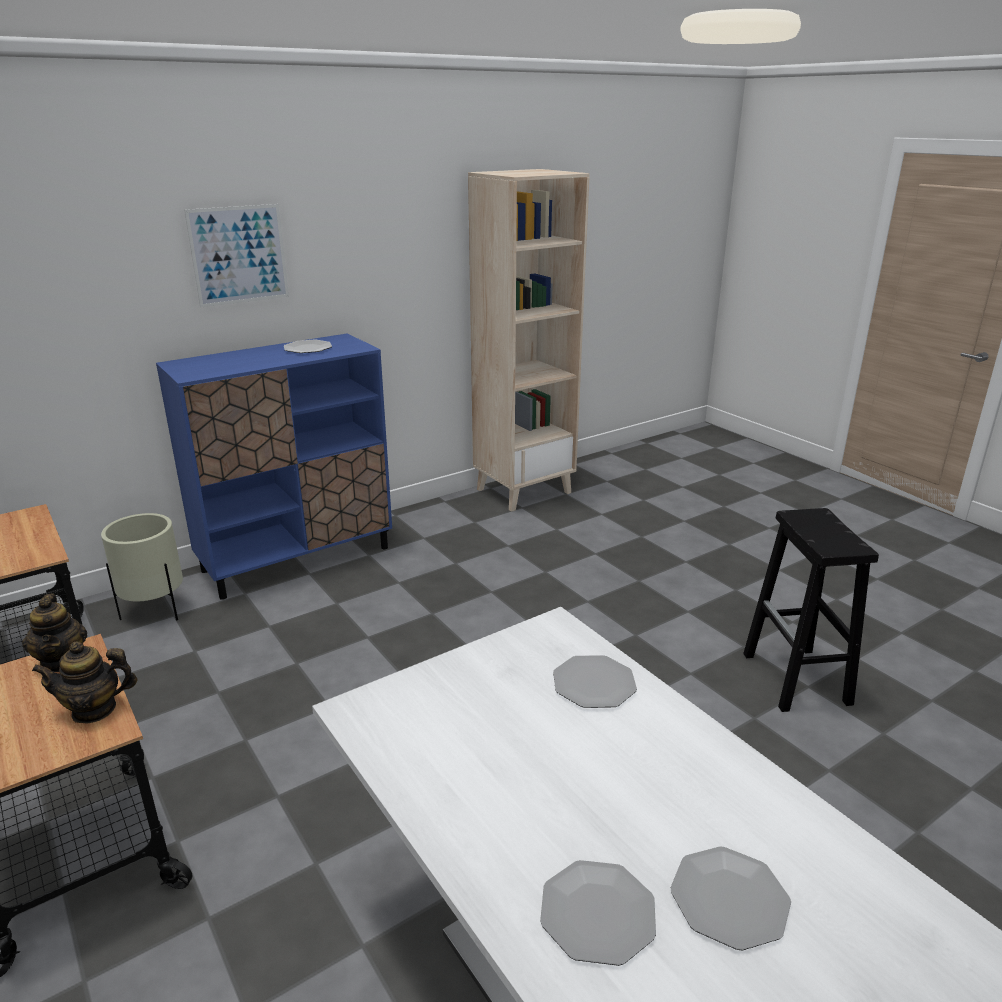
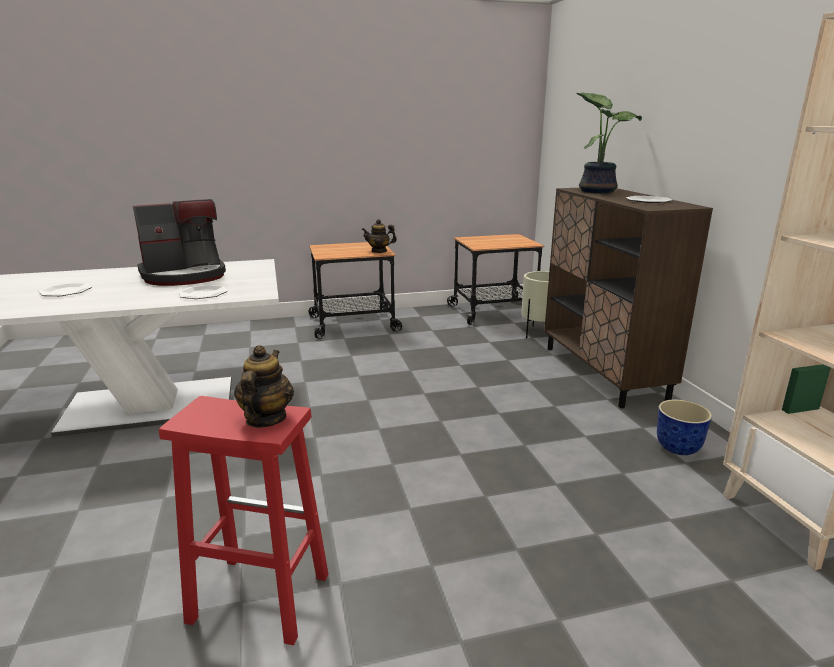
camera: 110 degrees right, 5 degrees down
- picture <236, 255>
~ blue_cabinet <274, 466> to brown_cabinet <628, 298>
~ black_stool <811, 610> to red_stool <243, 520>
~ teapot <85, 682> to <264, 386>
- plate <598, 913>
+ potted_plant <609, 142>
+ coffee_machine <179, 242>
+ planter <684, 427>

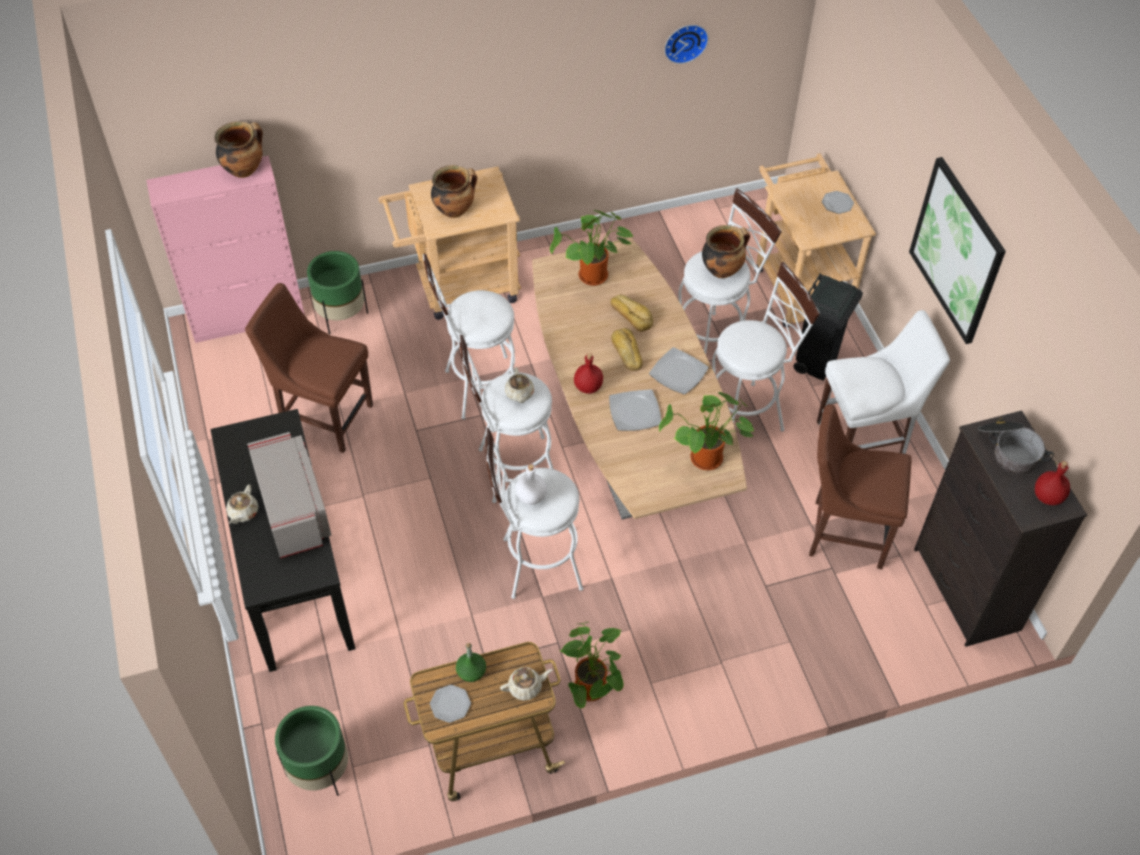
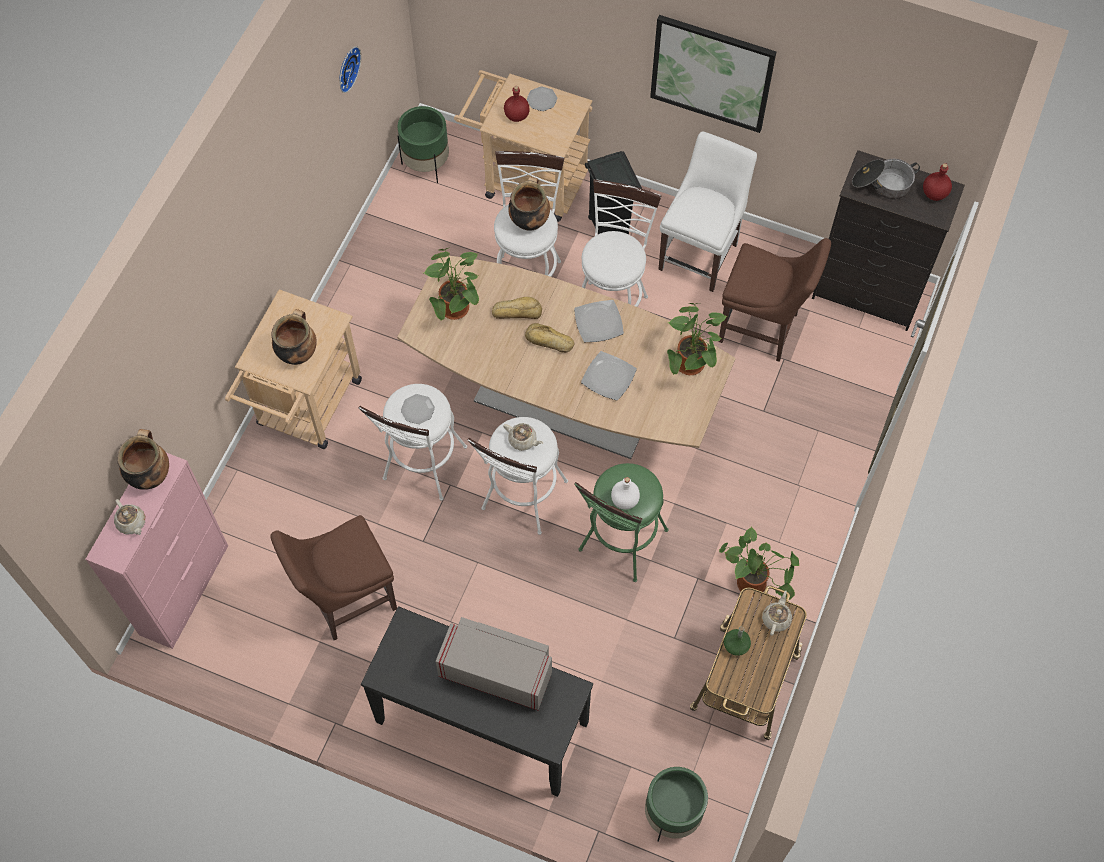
camera: 50 degrees left, 10 degrees up
~ green_planter <337, 293> to <423, 144>
~ red_bottle <588, 373> to <517, 104>
~ brown_chair <860, 486> = <774, 300> 120 degrees counterclockwise
~ white_stool <534, 513> to green_stool <621, 522>
~ beige_teapot <242, 504> to <130, 517>
~ plate <450, 704> to <418, 409>

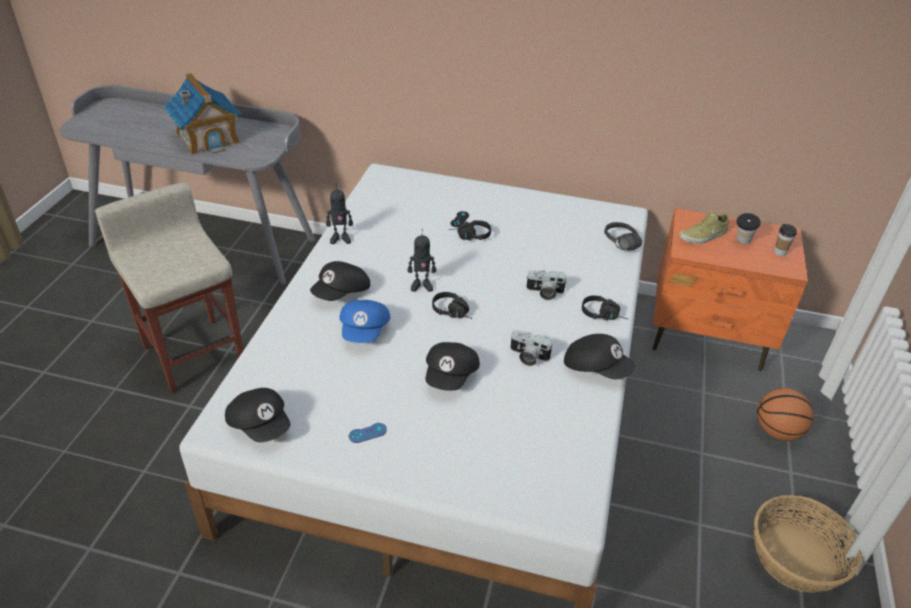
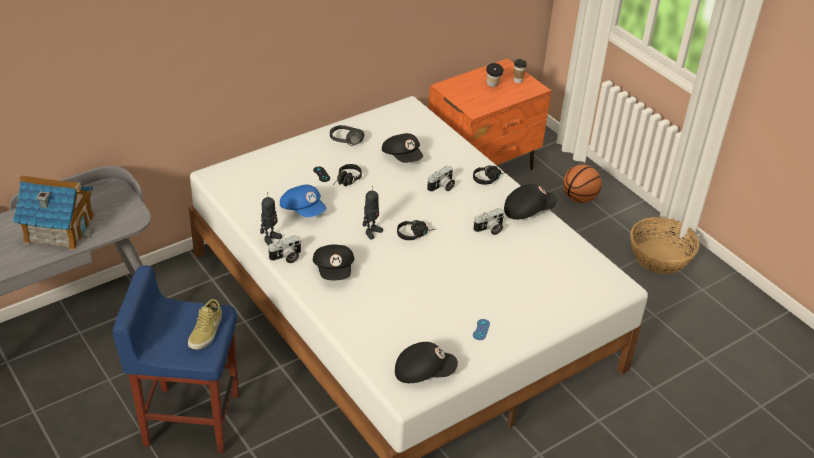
camera: 50 degrees left, 0 degrees up
~ beige_stool <169, 288> to blue_stool <176, 359>
~ beige_shoe <704, 228> to <205, 324>
~ black_headphones <623, 236> to <347, 135>
~ blue_cap <364, 321> to <303, 201>
~ black_cap <453, 366> to <402, 148>
+ photo_camera <284, 249>

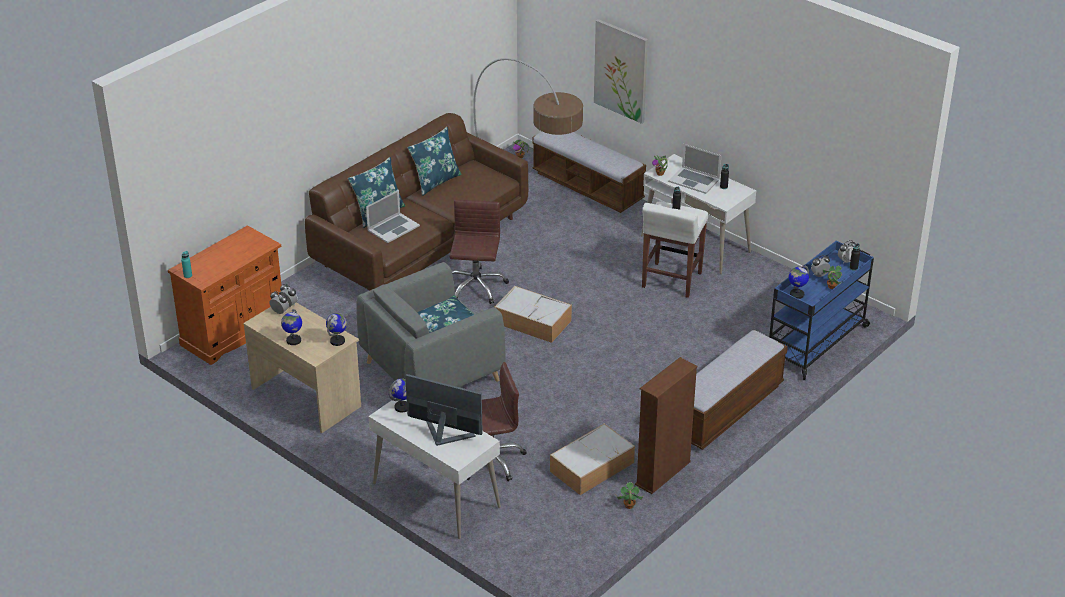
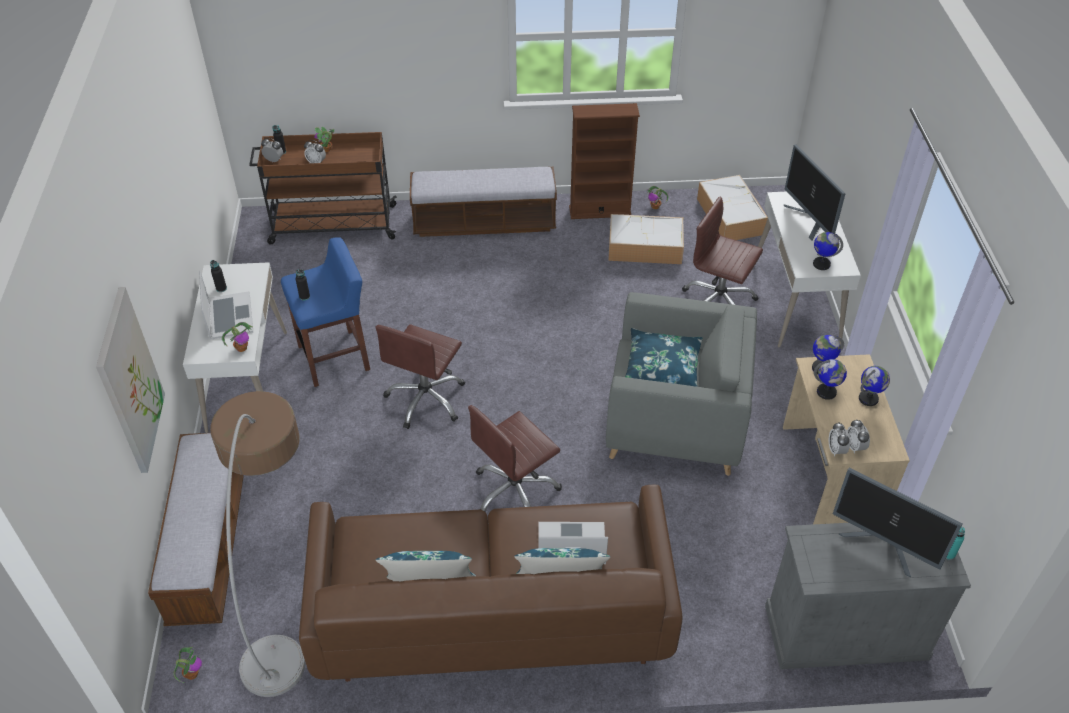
camera: 135 degrees left, 10 degrees up
~ white_stool <675, 249> to blue_stool <325, 312>
~ orange_cabinet <225, 295> to grey_cabinet <868, 596>
~ blue_cart <821, 310> to brown_cart <323, 188>
~ globe <799, 282> to <830, 379>
~ storage_box <533, 314> to <732, 207>
+ brown_office_chair <420, 376>
+ monitor <898, 522>

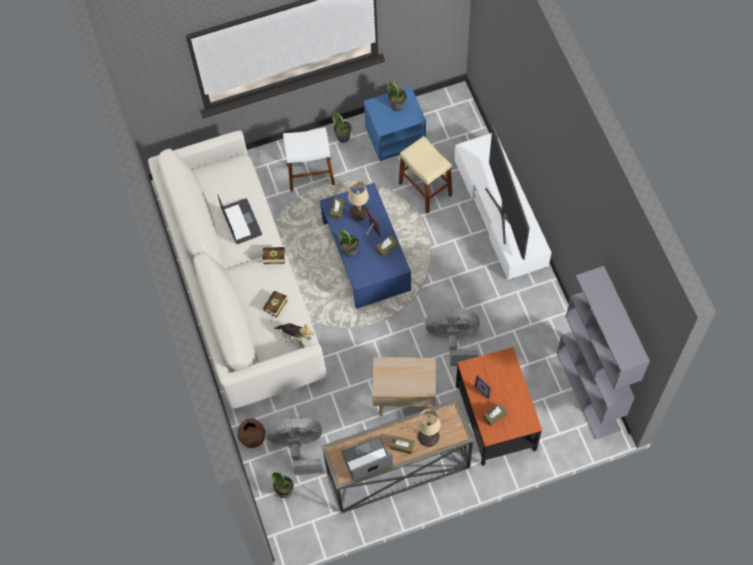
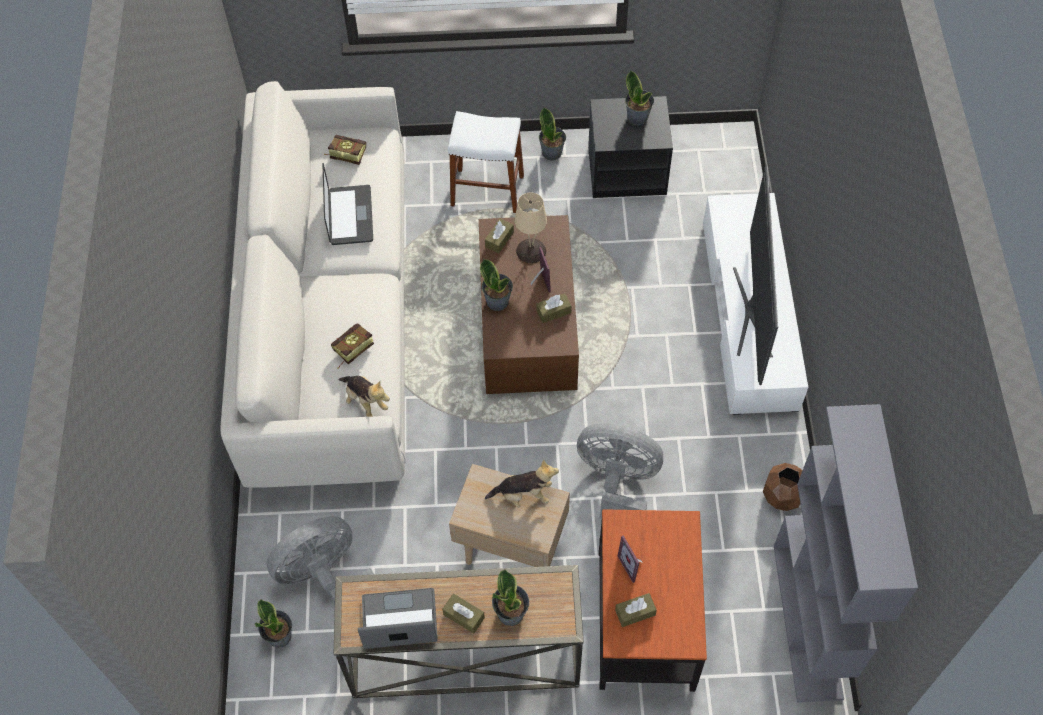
camera: 15 degrees right, 5 degrees down
~ blue_nightstand <395, 123> to black_nightstand <630, 147>
- beige_stool <425, 174>
~ blue_coffee_table <365, 246> to brown_coffee_table <529, 304>
~ book <272, 255> to <345, 150>
~ beige_table_lamp <429, 428> to potted_plant <510, 597>
~ grey_fan <294, 446> = <320, 560> 45 degrees counterclockwise
~ brown_planter <251, 433> to <782, 487>
+ plush_toy <522, 483>

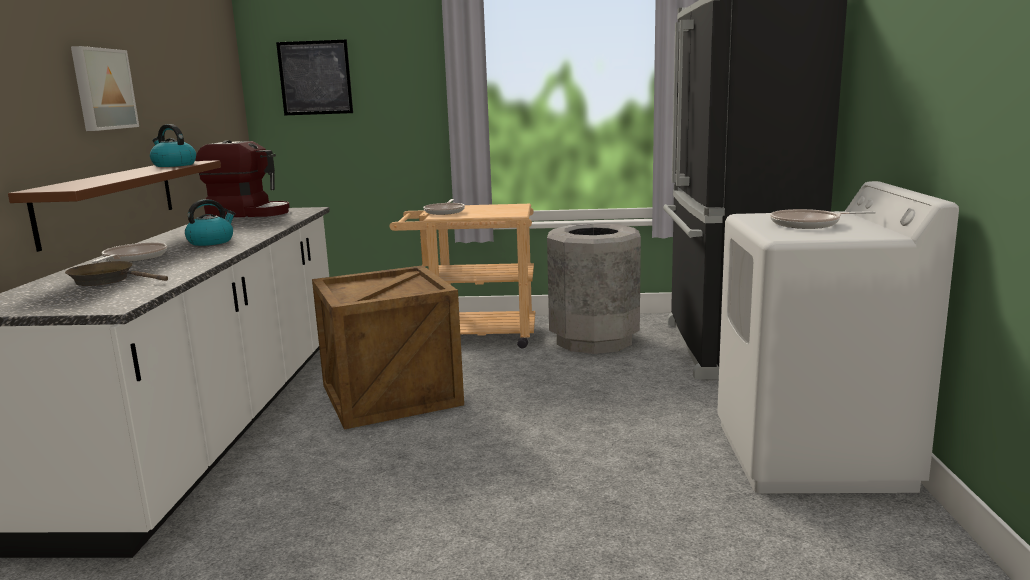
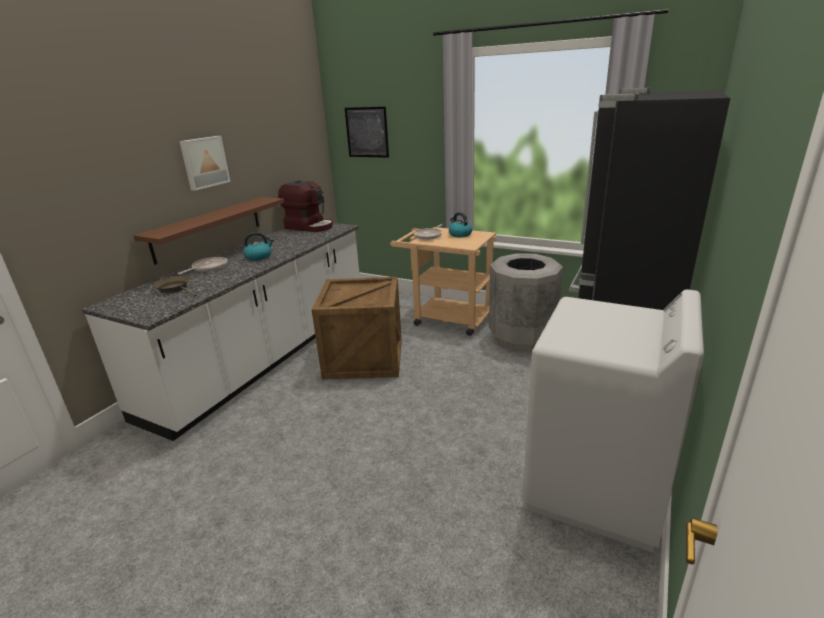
camera: 25 degrees right, 10 degrees up
~ kettle <173, 145> to <460, 224>
- frying_pan <823, 219>

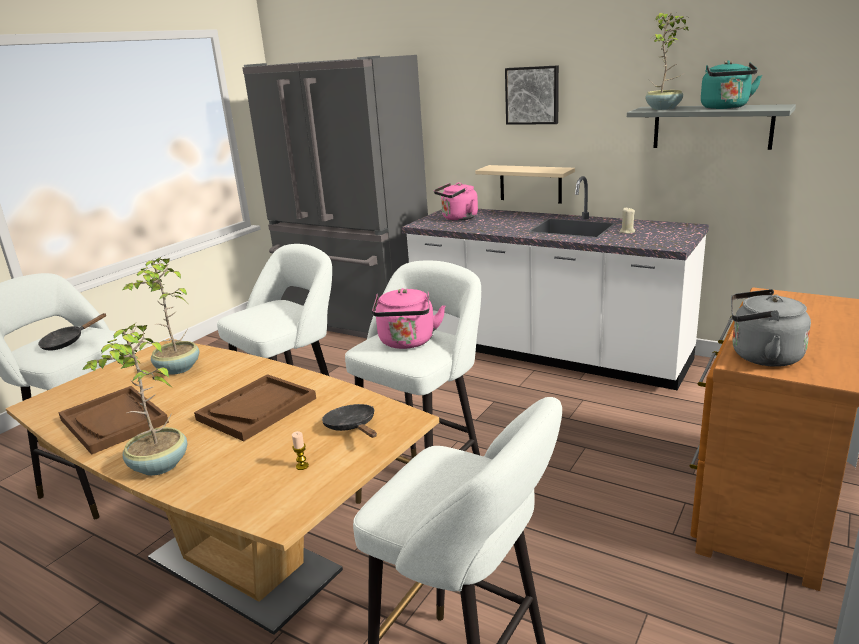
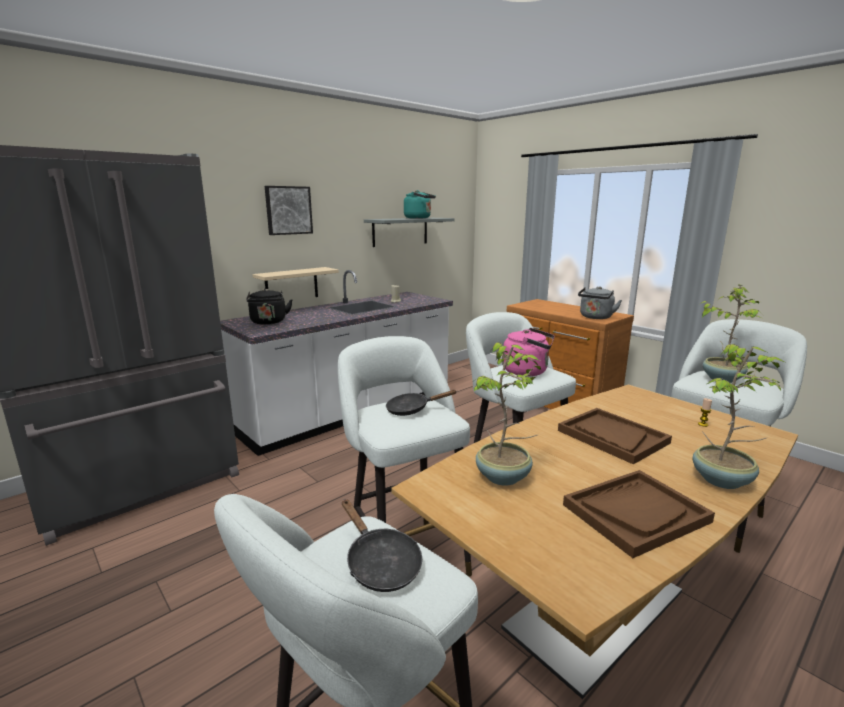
camera: 75 degrees left, 5 degrees down
~ potted_plant <667, 61> to <731, 333>
~ pink_kettle <456, 202> to black_kettle <269, 306>
~ black_frying_pan <349, 421> to <421, 403>

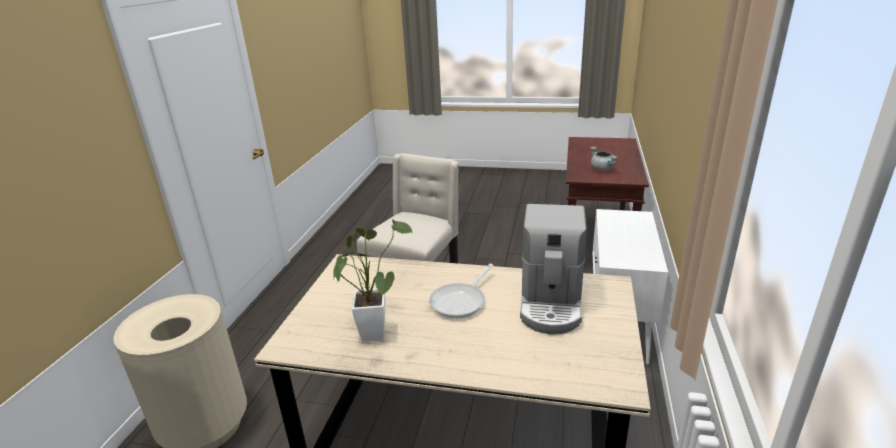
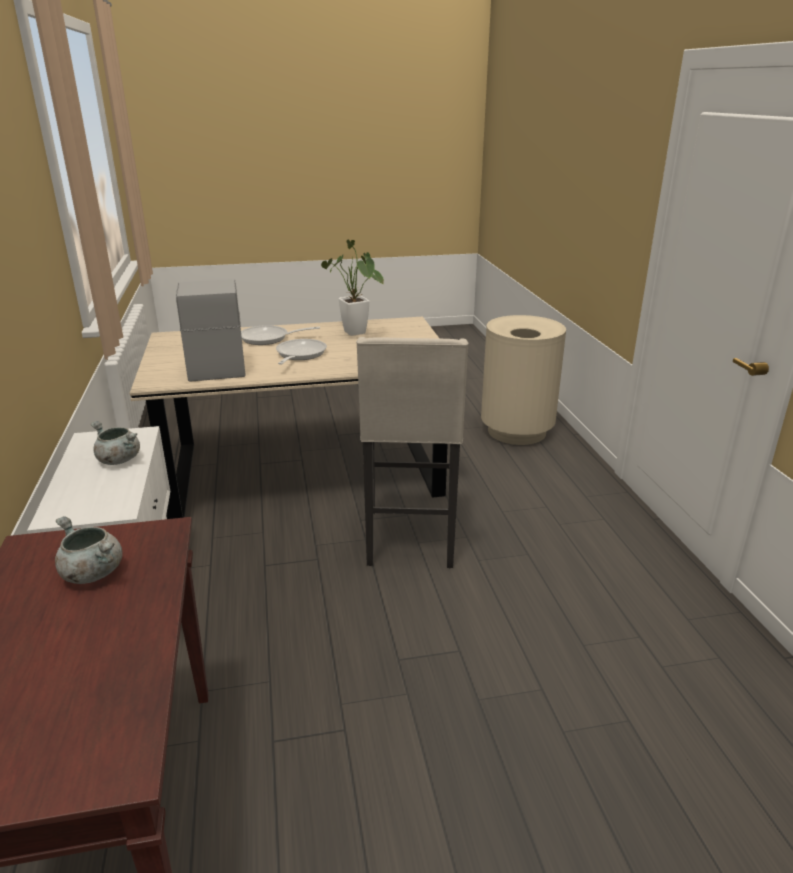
camera: 155 degrees right, 0 degrees up
+ frying_pan <280, 335>
+ grey_cooking_pot <115, 443>

